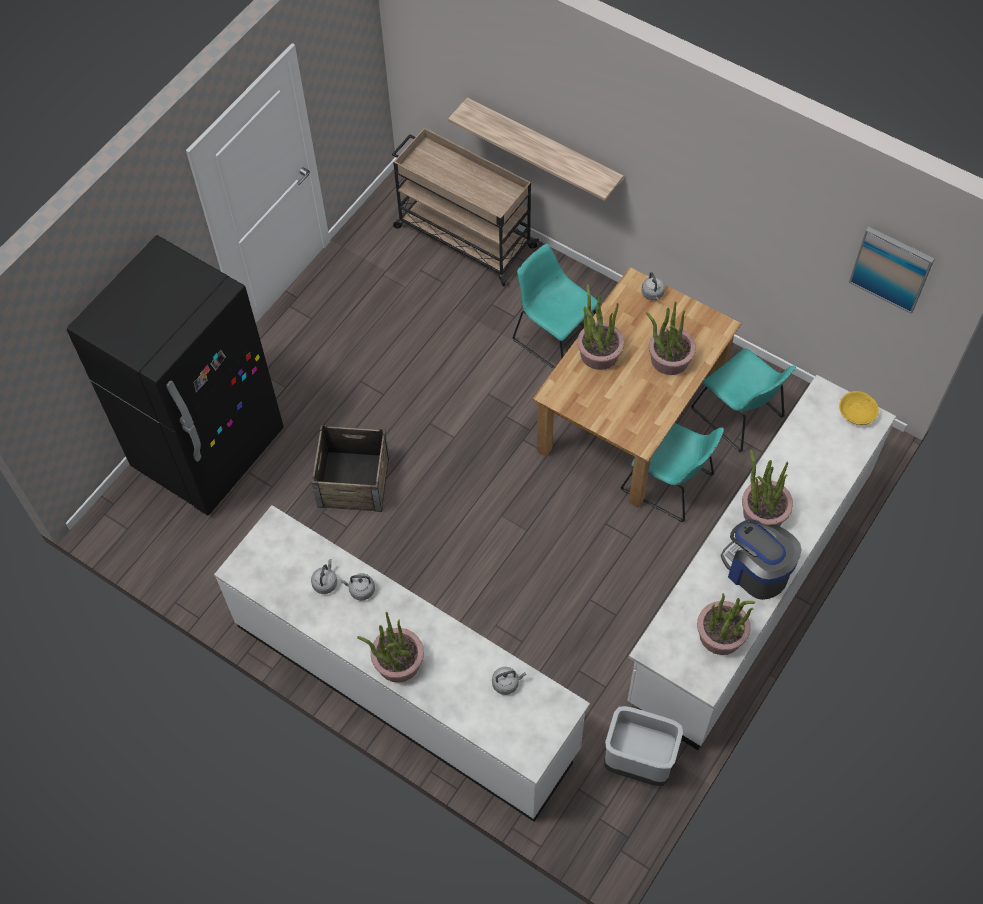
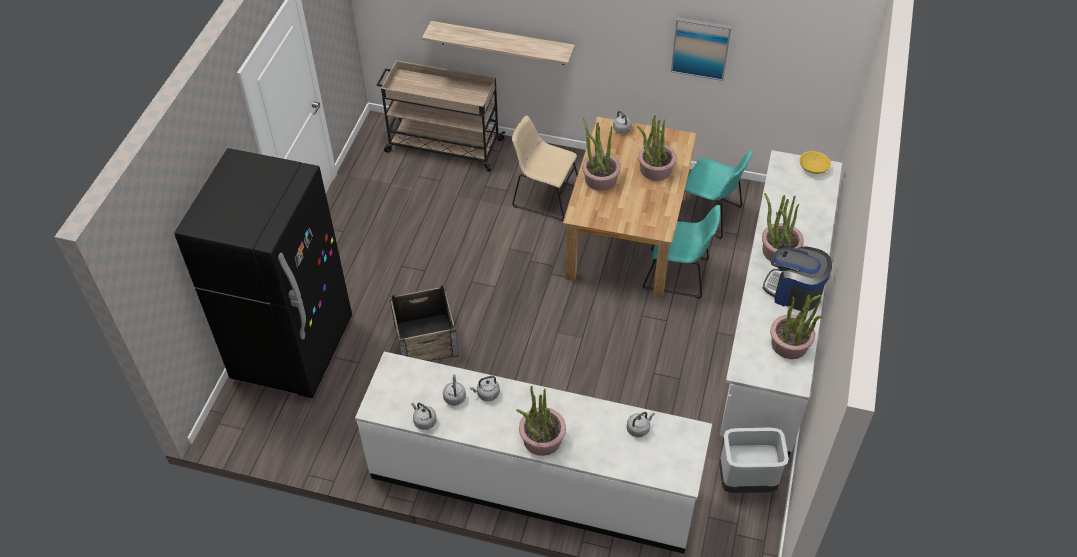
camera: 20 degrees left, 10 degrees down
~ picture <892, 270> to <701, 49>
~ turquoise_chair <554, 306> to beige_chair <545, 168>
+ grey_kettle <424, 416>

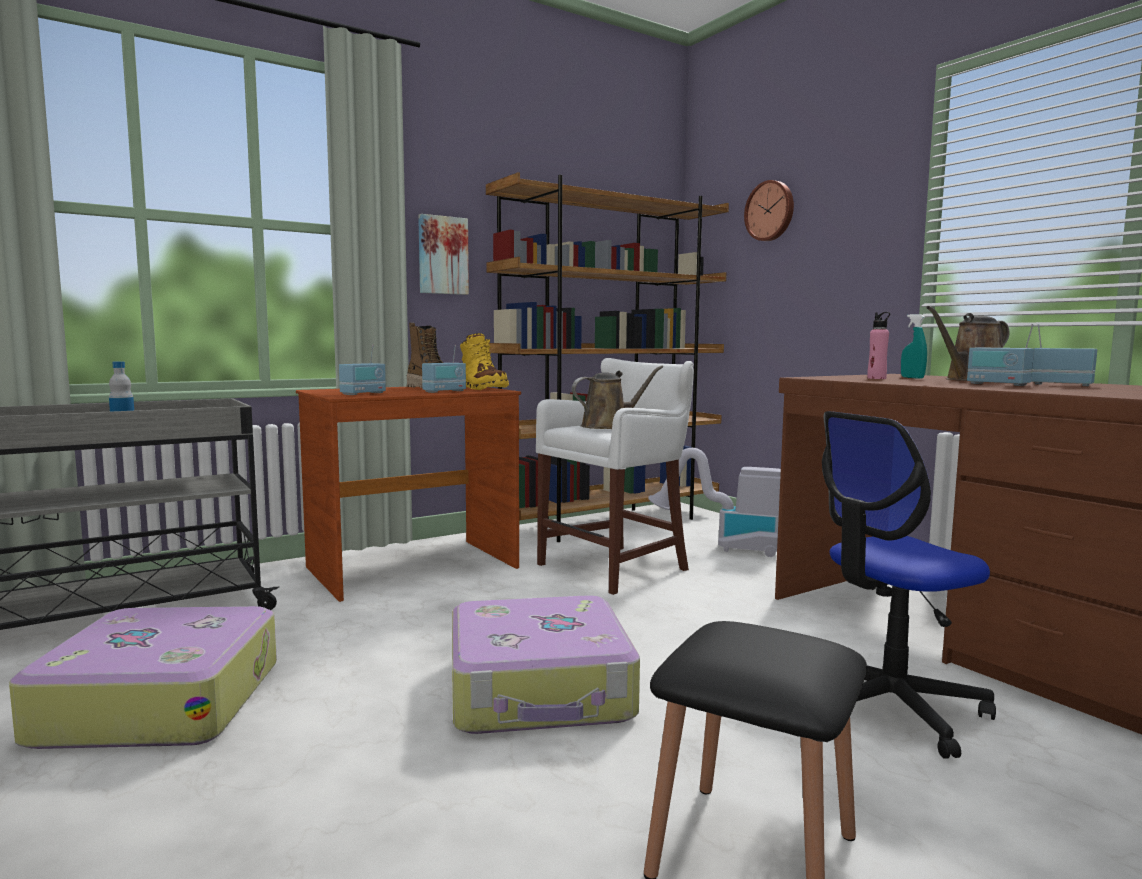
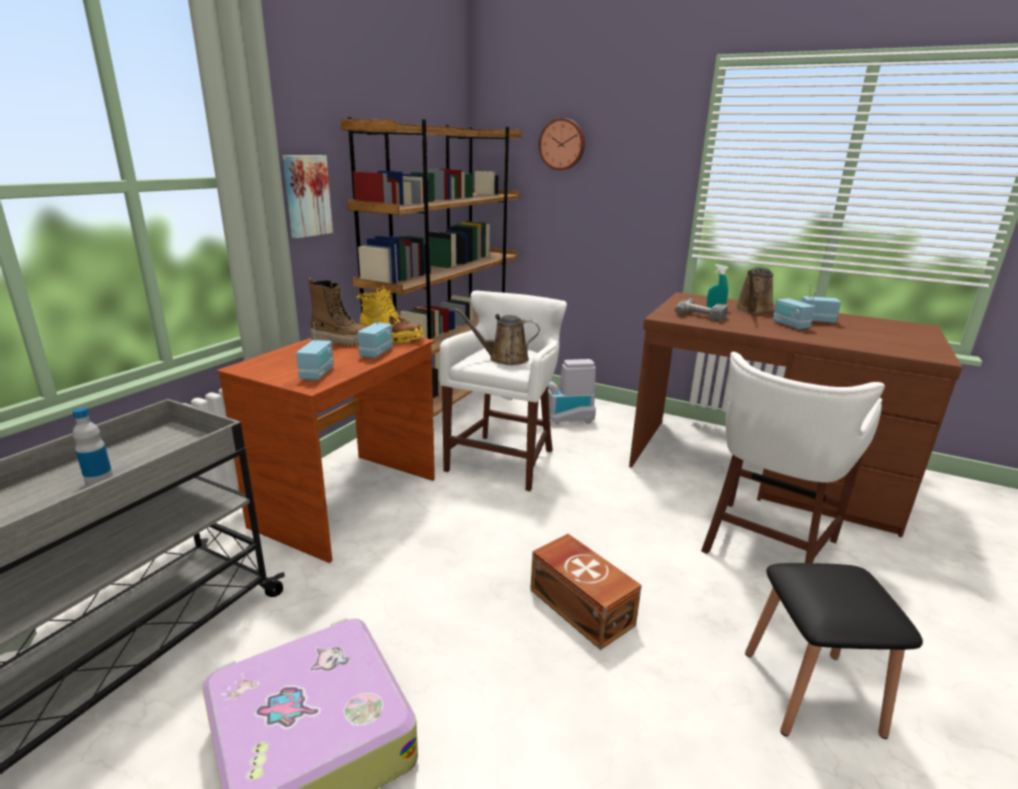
camera: 30 degrees left, 15 degrees up
~ pink_bottle <878, 345> to power_drill <701, 310>
~ radio <1000, 355> = <794, 310> 45 degrees clockwise
~ brown_watering_can <617, 397> = <497, 336> 120 degrees counterclockwise
~ office_chair <909, 585> to white_stool <793, 457>
~ suitcase <546, 664> to brown_storage_box <586, 592>

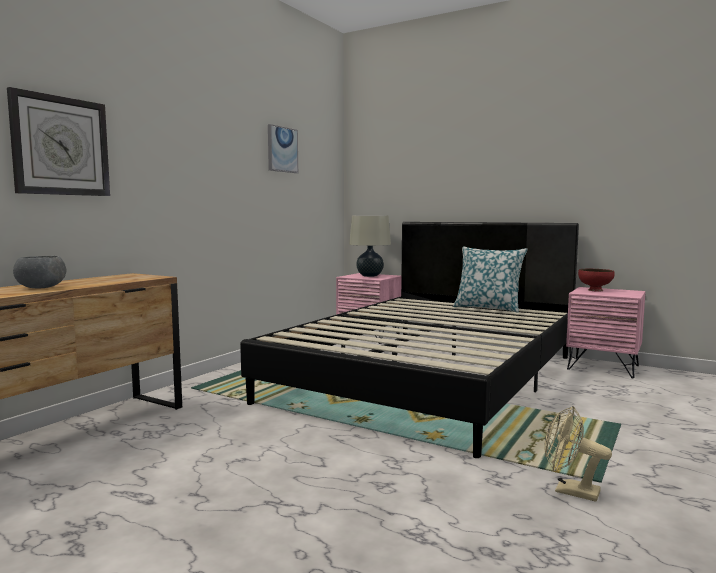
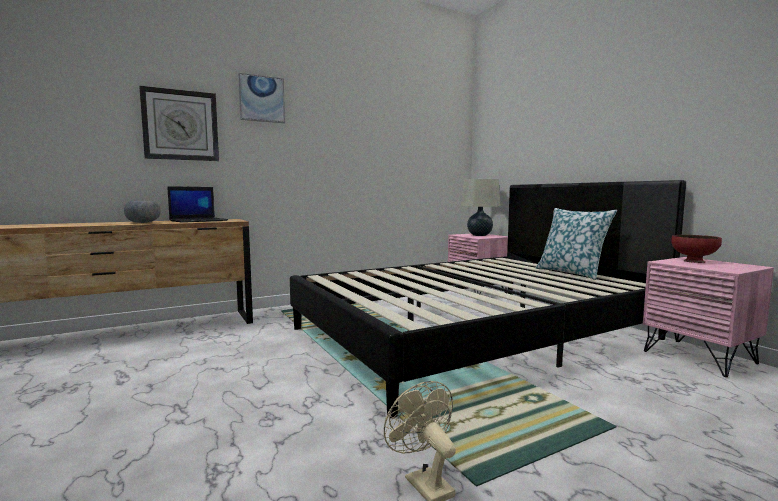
camera: 30 degrees right, 0 degrees up
~ picture <283, 148> to <261, 98>
+ laptop <197, 204>

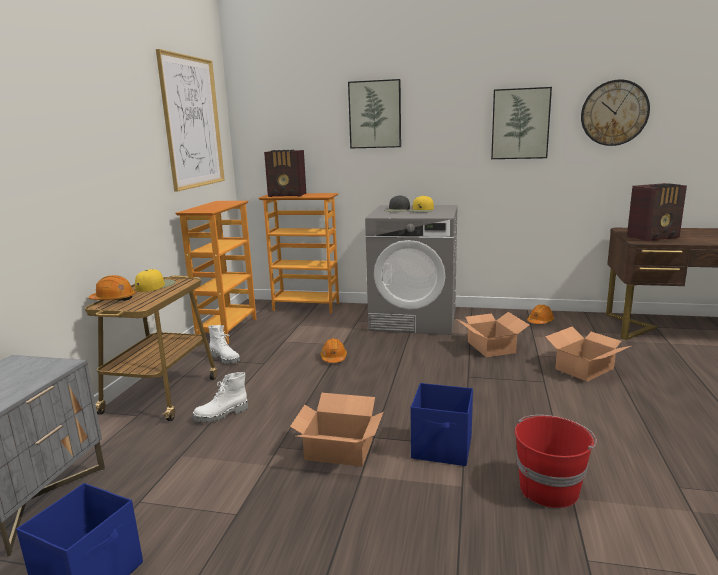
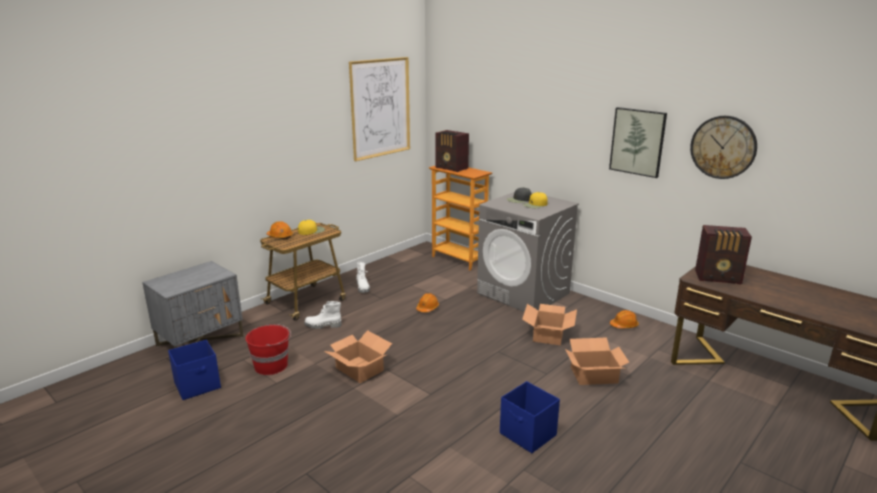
camera: 30 degrees right, 5 degrees up
- picture <374, 114>
- bookcase <216, 272>
~ blue_storage_box <442, 424> to <530, 417>
~ red_bucket <556, 461> to <268, 349>

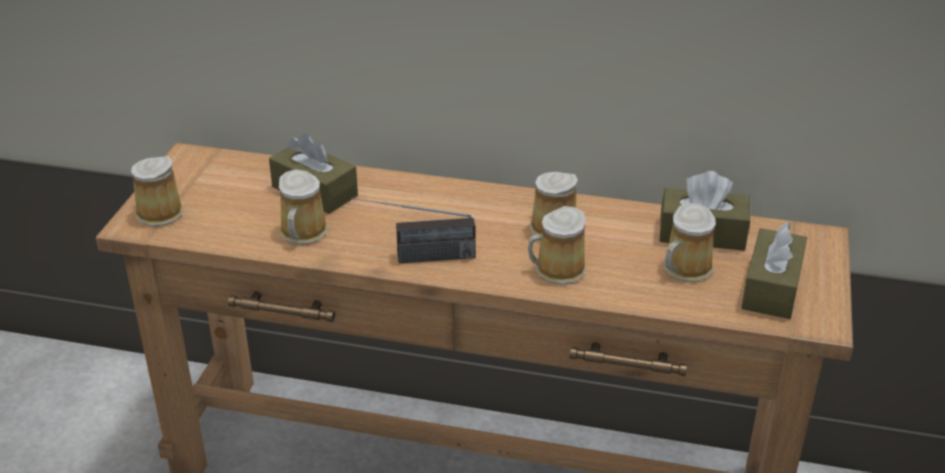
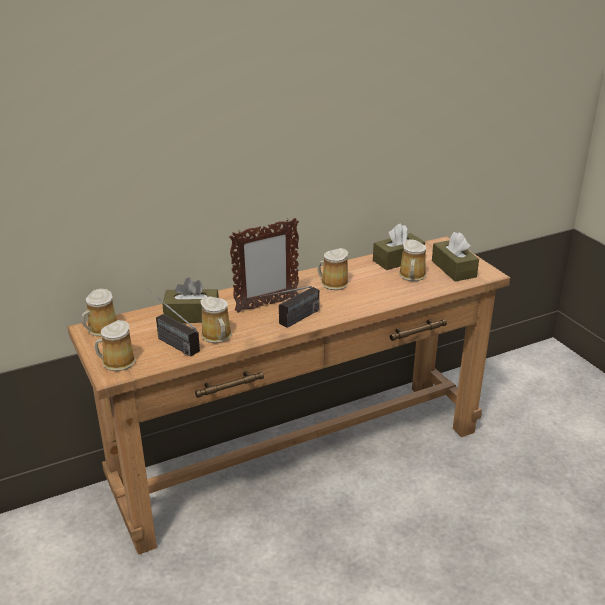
camera: 40 degrees left, 5 degrees down
~ mug <557, 245> to <99, 313>
+ picture_frame <264, 265>
+ radio <172, 322>

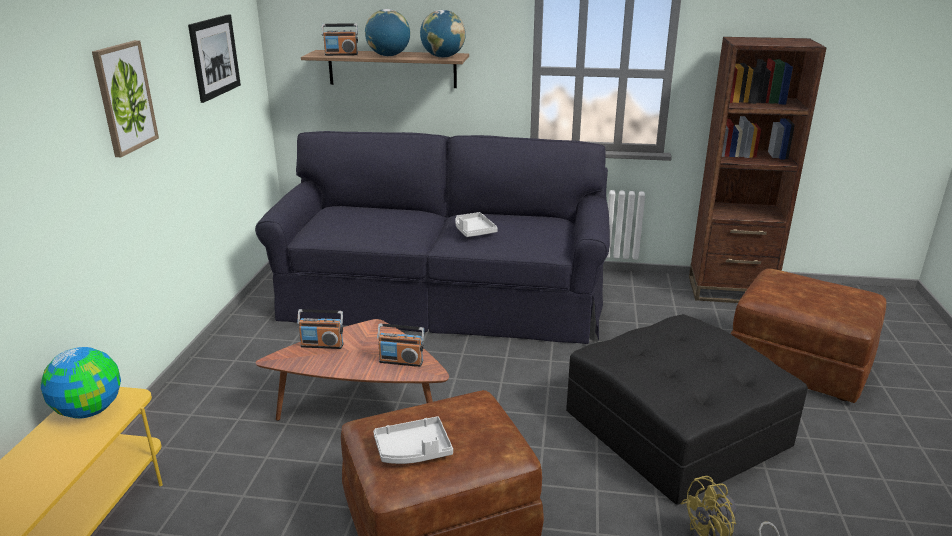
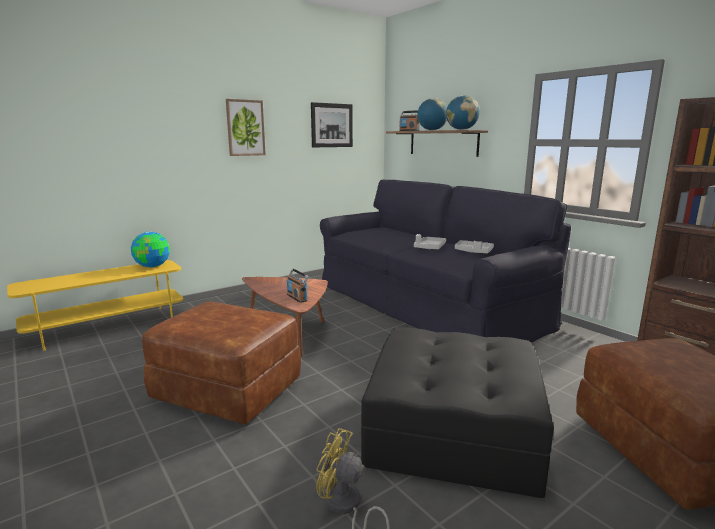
camera: 45 degrees right, 10 degrees down
- radio <320, 329>
~ grey_tray <413, 440> to <474, 247>

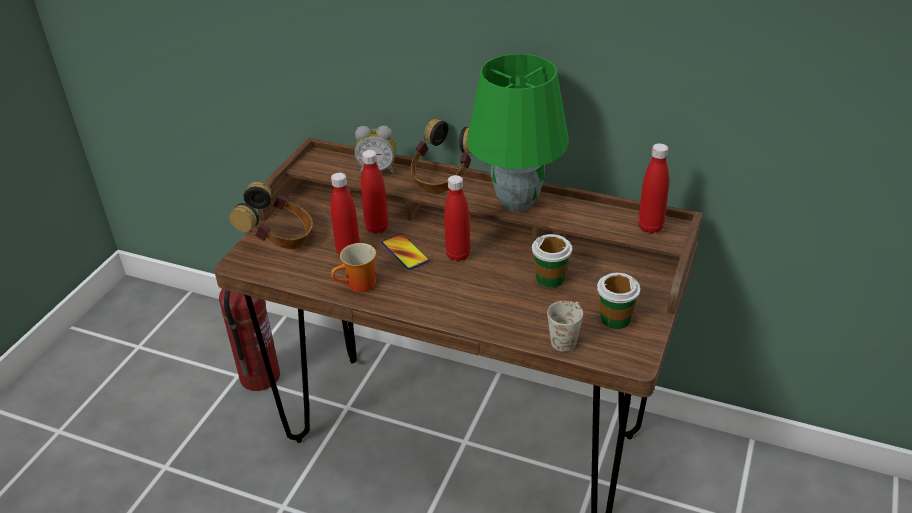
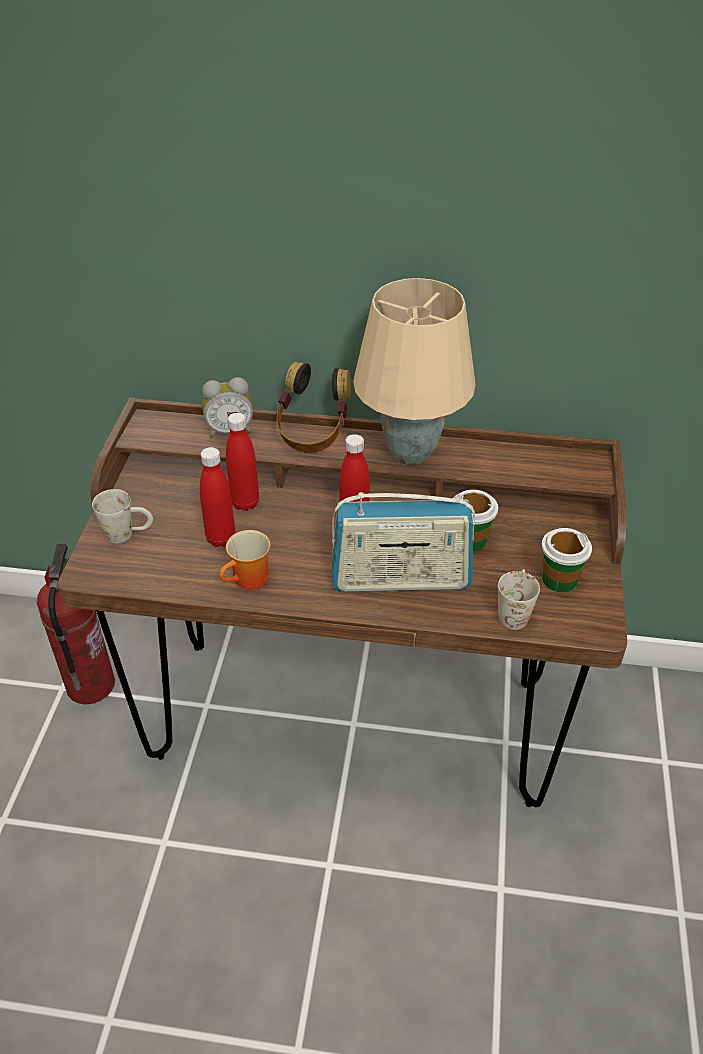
camera: 15 degrees left, 5 degrees up
~ green_table_lamp <518, 133> to beige_table_lamp <414, 371>
- red_bottle <653, 188>
~ headphones <271, 215> to white_mug <122, 516>
- phone <405, 251>
+ radio <403, 542>

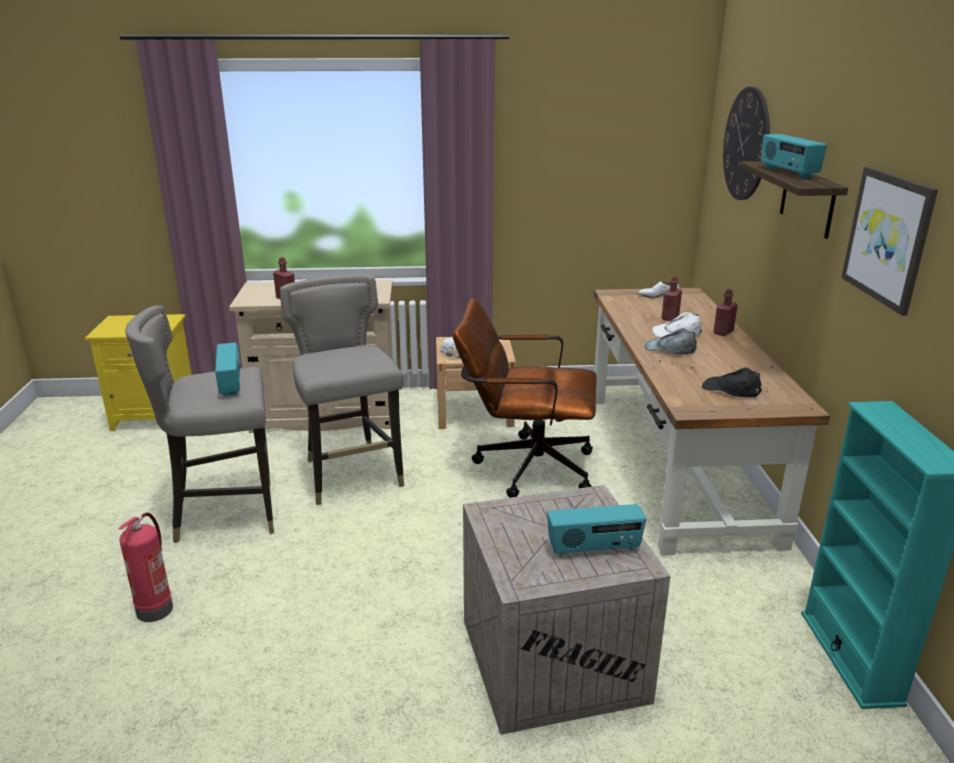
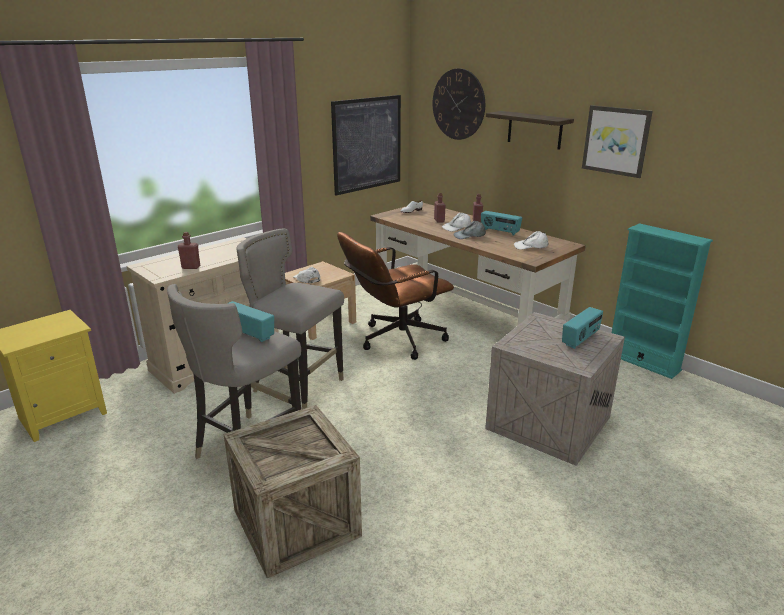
camera: 40 degrees left, 0 degrees up
~ radio <794, 156> to <501, 223>
~ black_cap <732, 382> to white_cap <531, 240>
~ fire_extinguisher <145, 567> to crate <292, 491>
+ picture <366, 145>

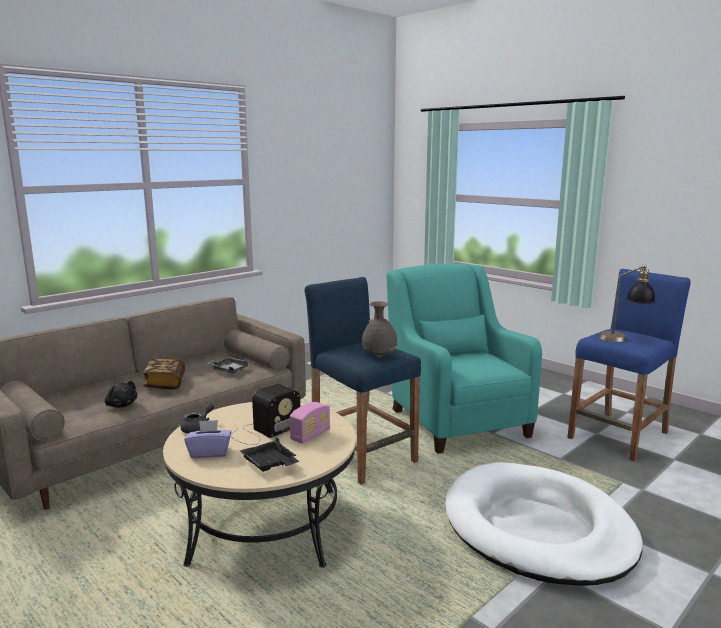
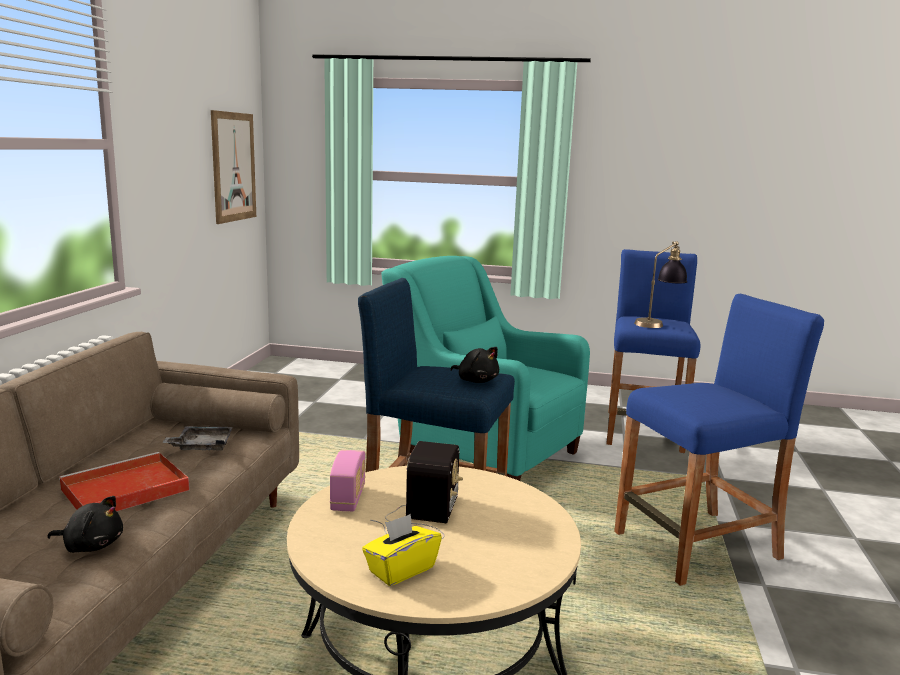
camera: 35 degrees left, 0 degrees up
~ grey_vase <380, 329> to black_plush_toy <474, 365>
~ book <164, 374> to red_tray <124, 481>
~ radio <310, 423> to <348, 480>
- grey_teapot <197, 418>
~ purple_tissue_box <207, 439> to yellow_tissue_box <402, 550>
- black_tray <269, 454>
~ white_dog_bed <544, 524> to blue_stool <719, 440>
+ picture <233, 167>

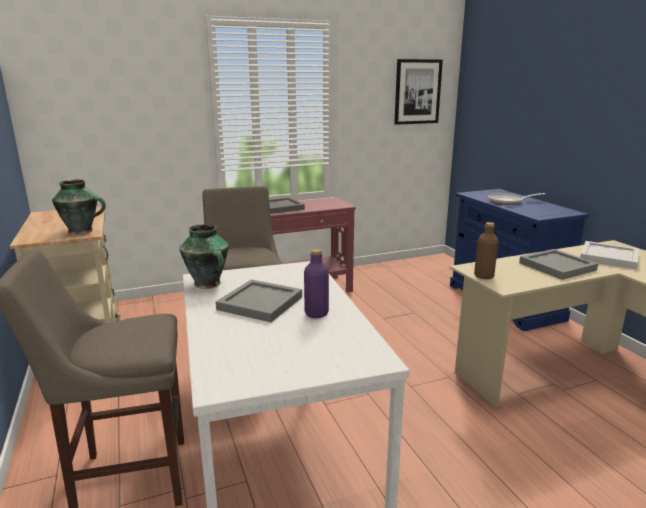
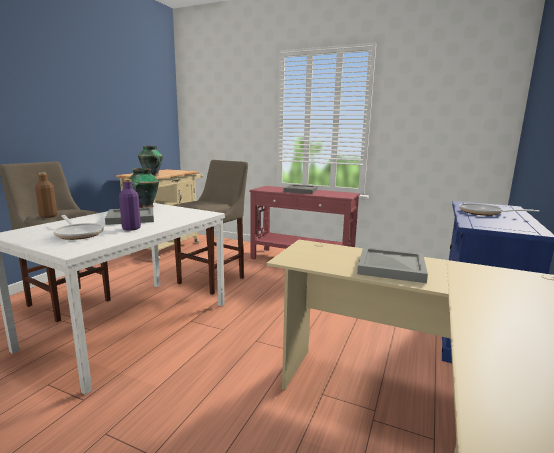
camera: 45 degrees right, 5 degrees down
- picture <418, 92>
~ brown_bottle <486, 250> to <46, 195>
- white_tray <609, 255>
+ frying_pan <78, 227>

